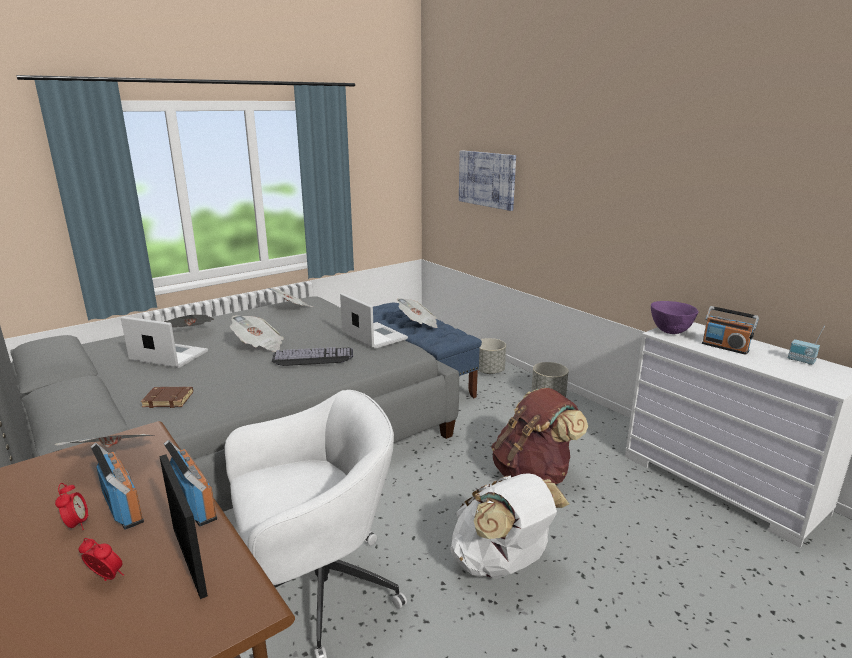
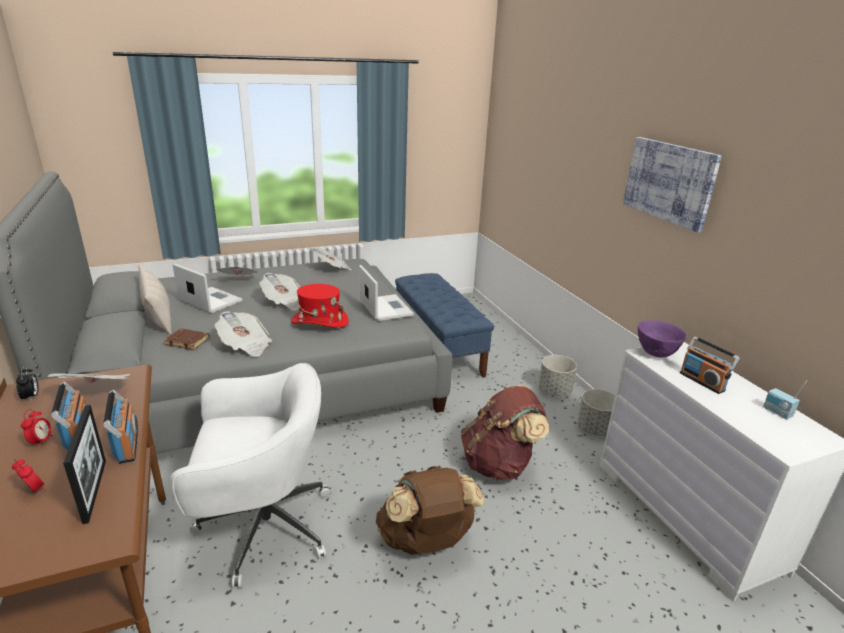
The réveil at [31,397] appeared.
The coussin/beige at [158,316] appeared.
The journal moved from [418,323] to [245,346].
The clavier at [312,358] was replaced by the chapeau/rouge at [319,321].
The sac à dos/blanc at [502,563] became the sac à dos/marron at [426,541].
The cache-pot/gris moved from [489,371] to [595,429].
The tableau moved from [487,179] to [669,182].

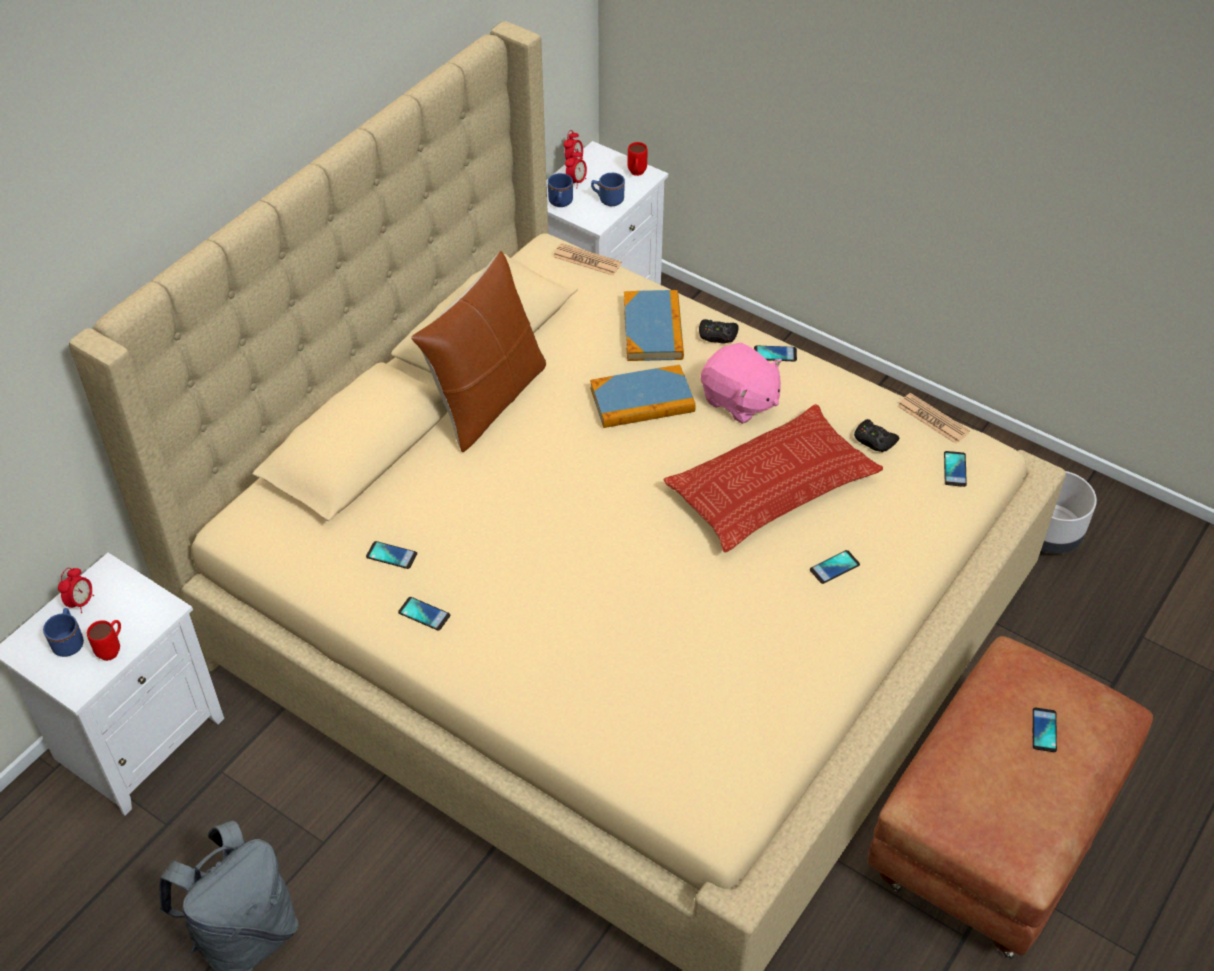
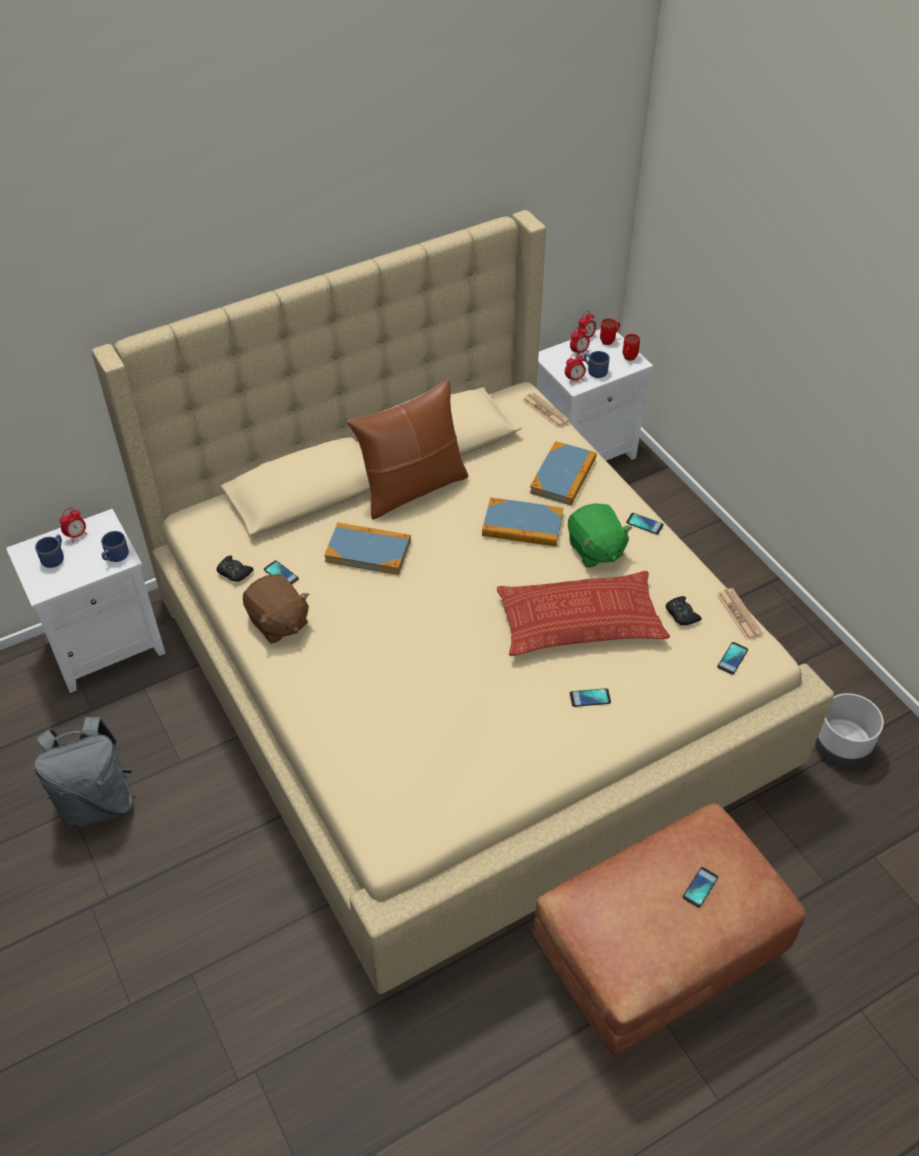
The mug/bleu moved from [560,203] to [115,557].
The manette/noir moved from [717,335] to [234,572].
The téléphone at [424,614] was replaced by the peluche/marron at [278,622].
The livre at [368,551] appeared.
The réveil at [574,379] appeared.
The peluche/rose at [739,401] became the peluche/vert at [595,550].
The mug/rouge moved from [113,649] to [609,340].

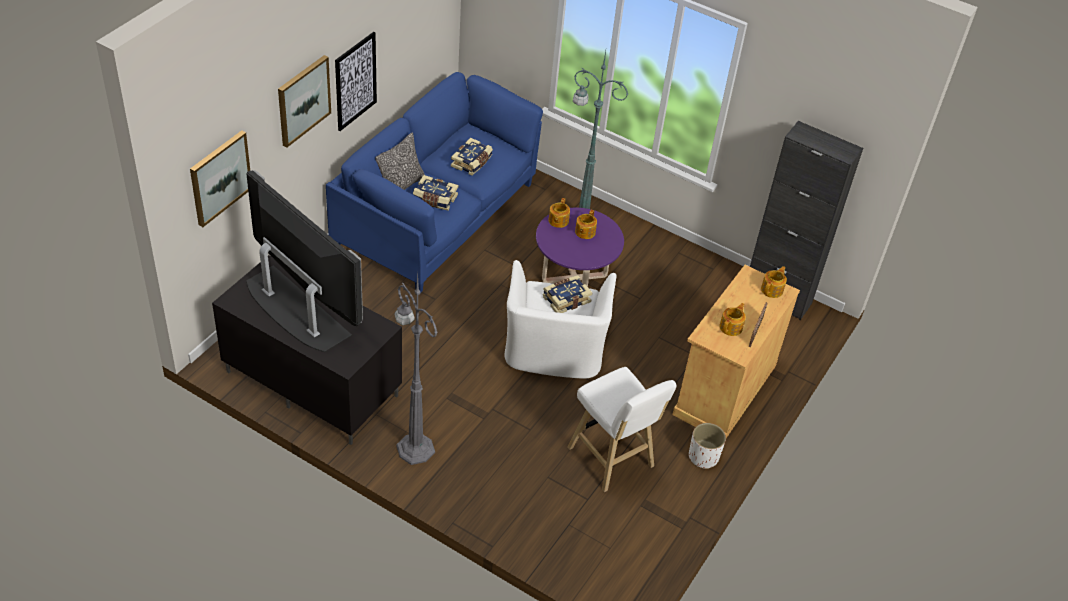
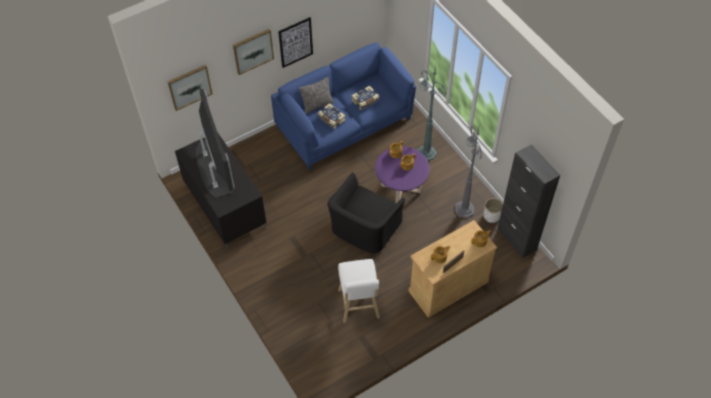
The fauteuil/blanc at [554,349] became the fauteuil/noir at [364,228].
The lampadaire/gris moved from [414,447] to [464,208].
The cache-pot/blanc moved from [703,456] to [491,216].
The livre at [566,299] disappeared.

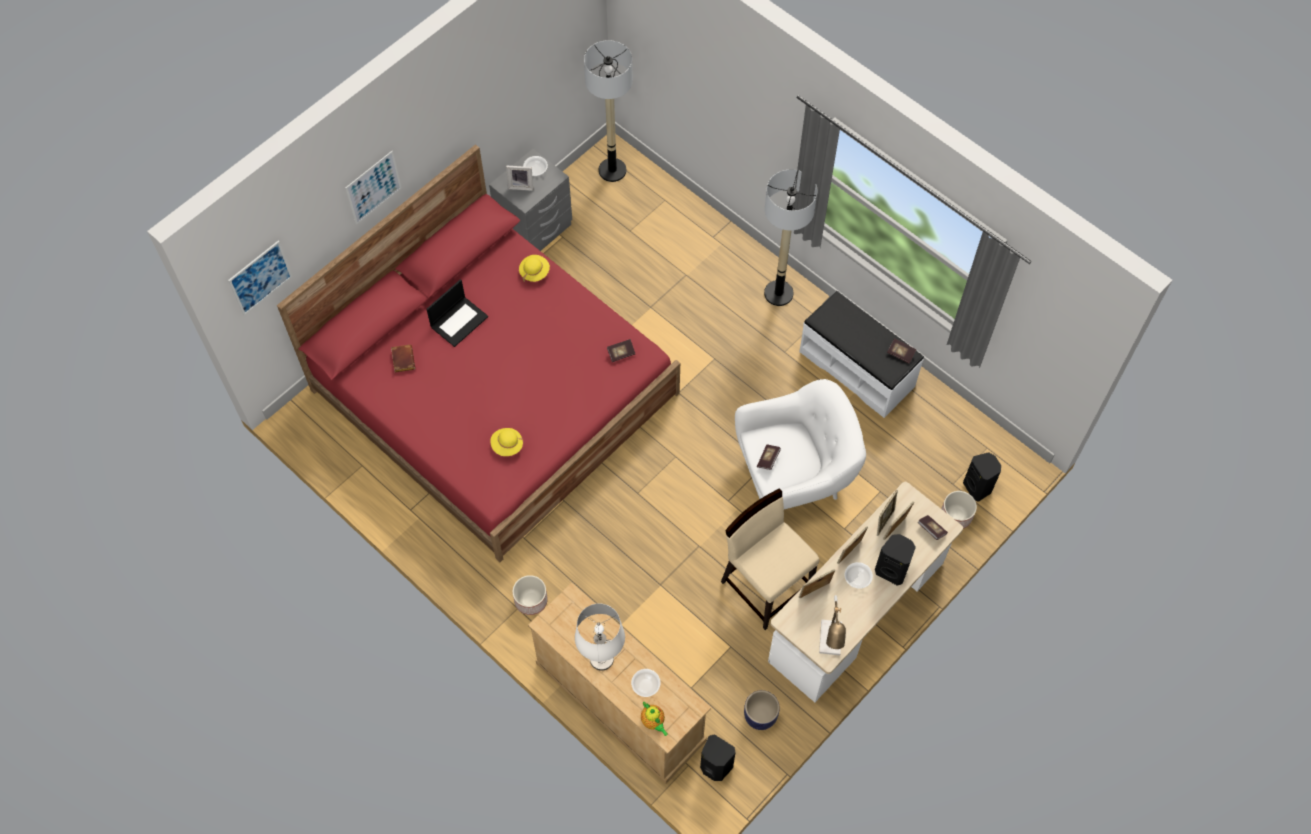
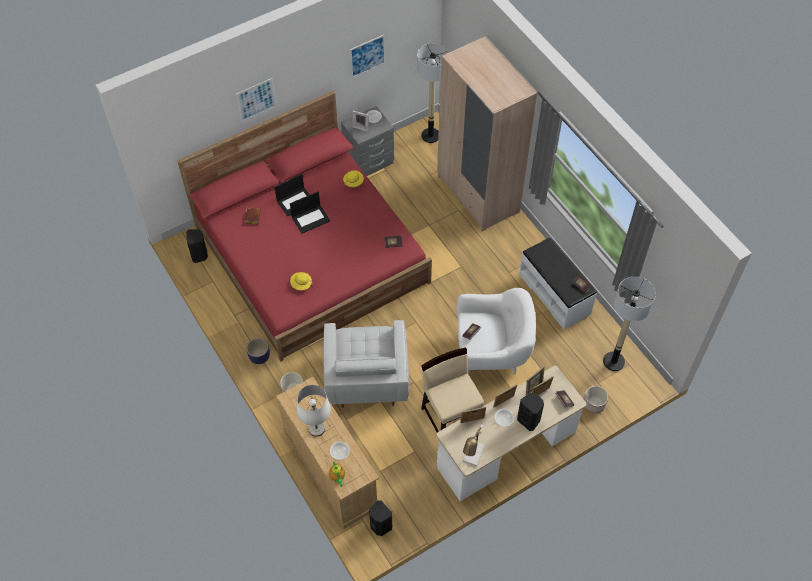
The enceinte/noir moved from [978,487] to [199,255].
The cache-pot moved from [760,716] to [259,357].
The ordinateur portable at [311,218] appeared.
The fauteuil/blanc at [366,376] appeared.
The tableau moved from [260,277] to [367,56].
The armoire/beige at [478,194] appeared.
The lampadaire moved from [778,293] to [614,361].

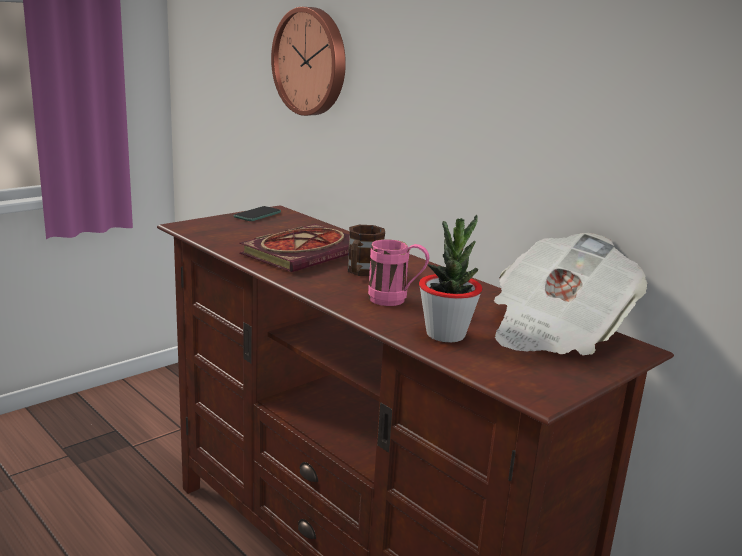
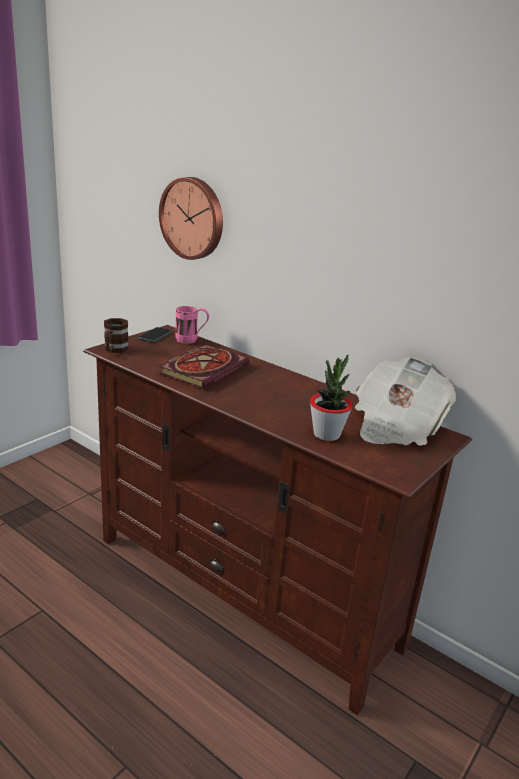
The mug/marron moved from [362,272] to [114,350].
The mug/rose moved from [396,301] to [191,340].

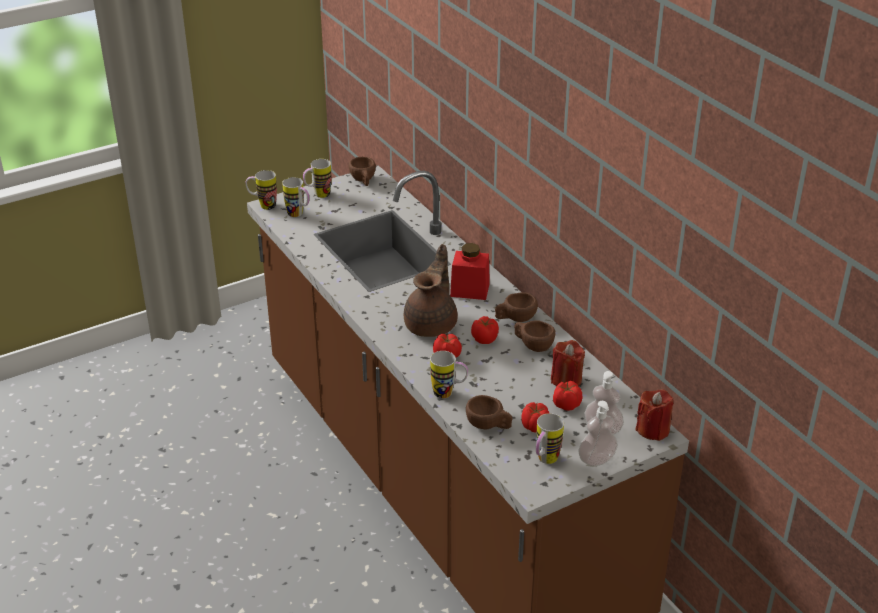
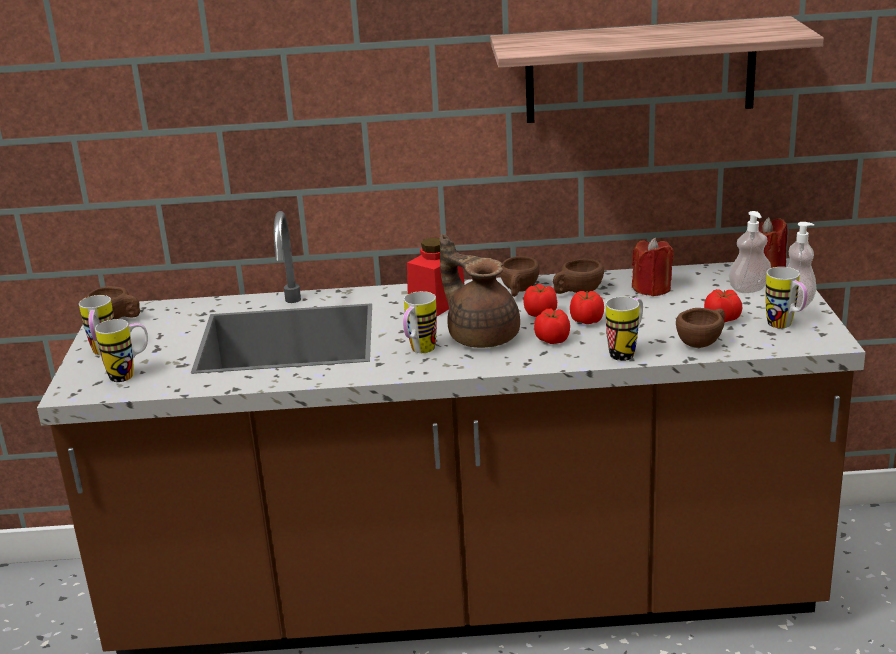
The mug moved from [263,206] to [419,351].
The étagère at [640,70] appeared.
The tomate moved from [566,405] to [586,321].

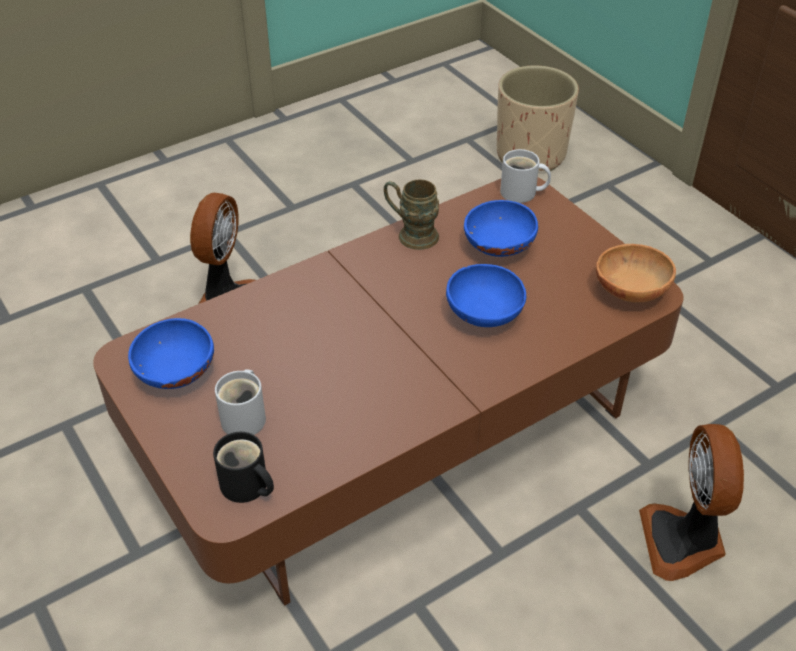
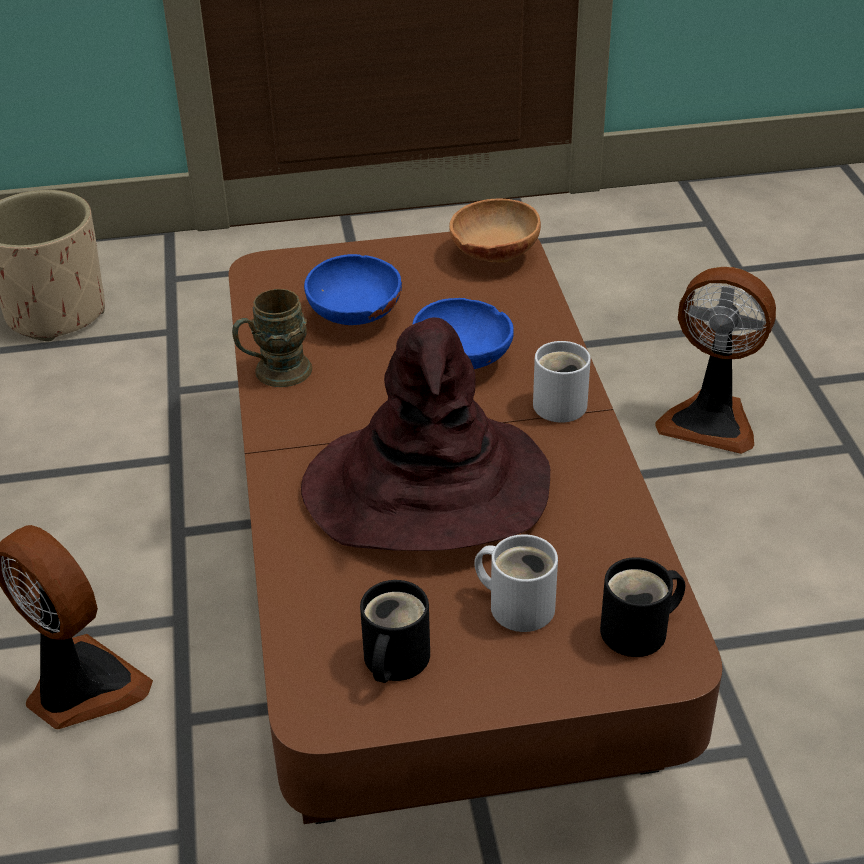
The chapeau/marron at [427,489] appeared.
The bol/bleu at [174,374] was replaced by the mug/noir at [392,660].
The mug/blanc moved from [521,193] to [564,403].

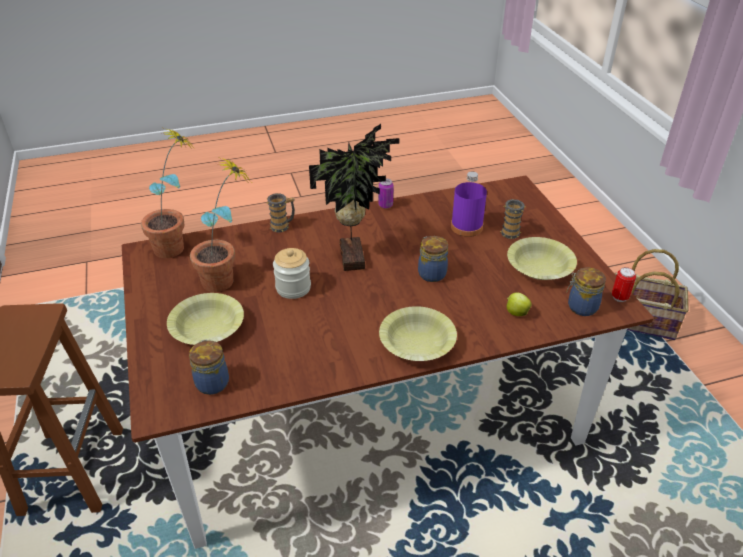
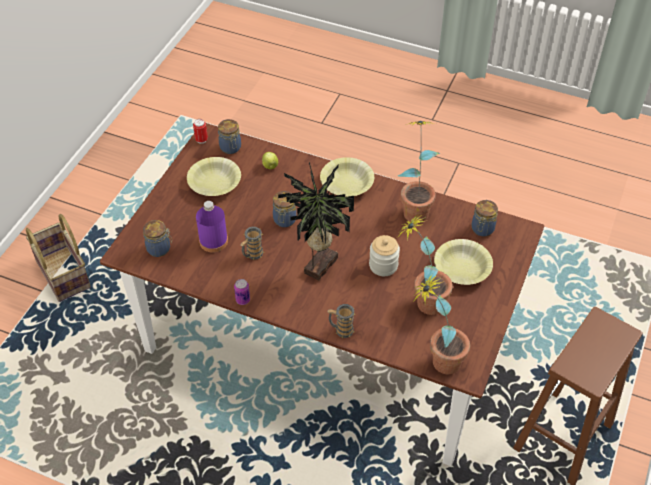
The bocal at [160,249] appeared.
The mug moved from [510,231] to [252,255].
The plante en pot at [415,207] appeared.

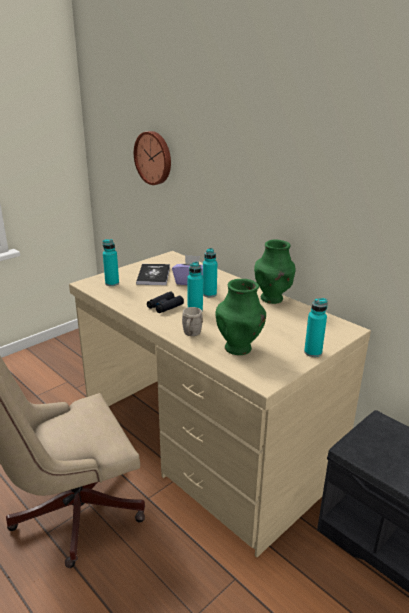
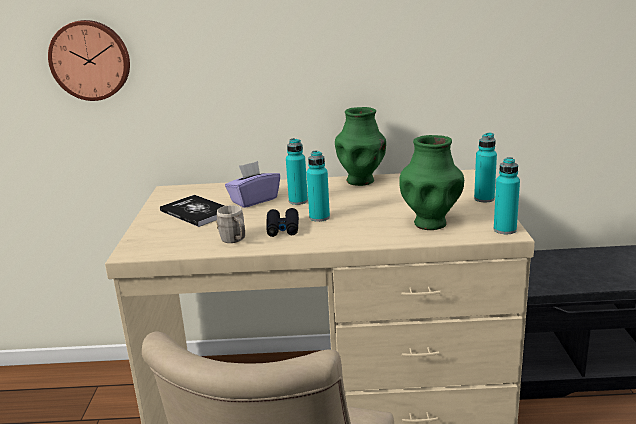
The mug/gris moved from [191,334] to [235,240].
The bouteille/turquoise moved from [112,283] to [505,230].

